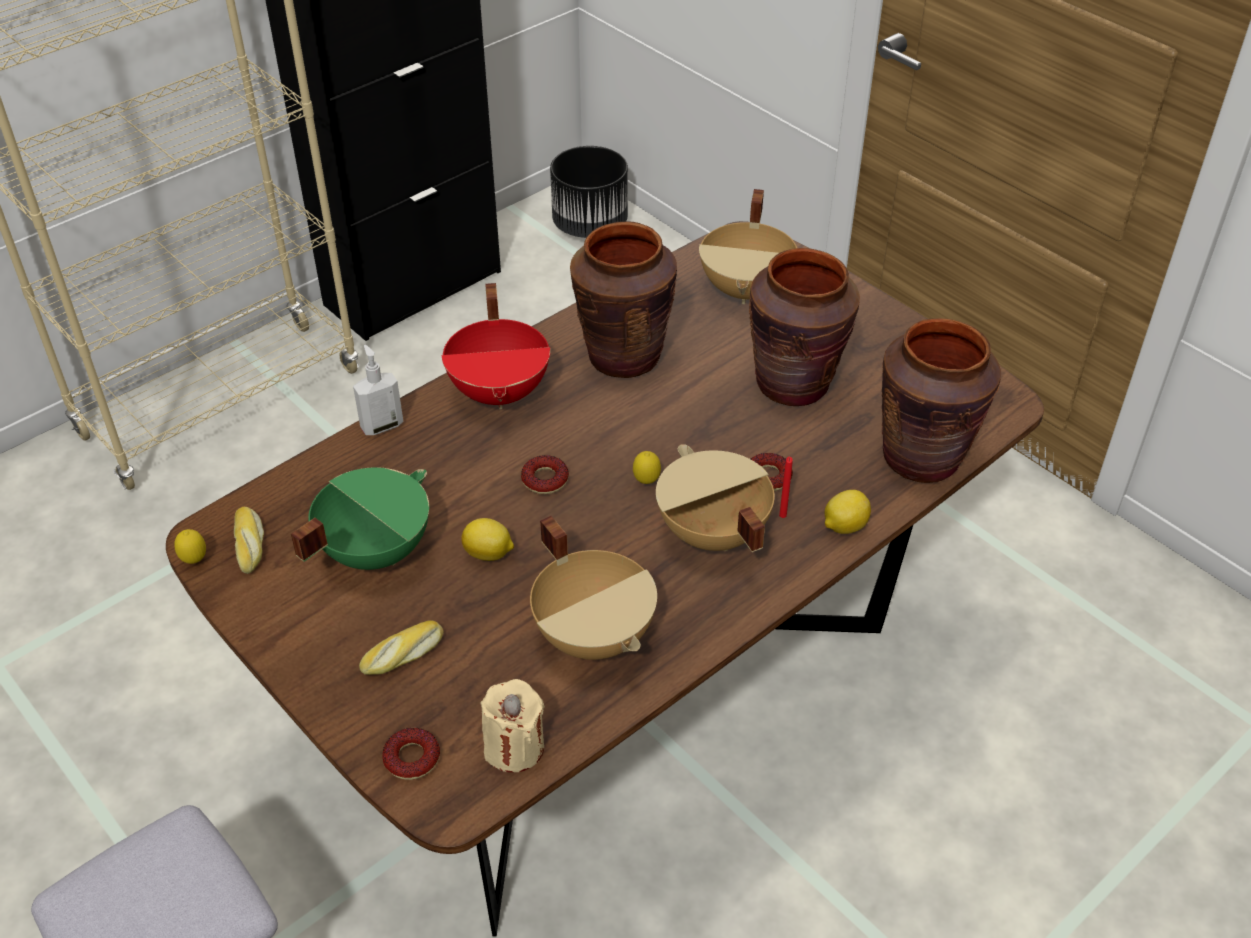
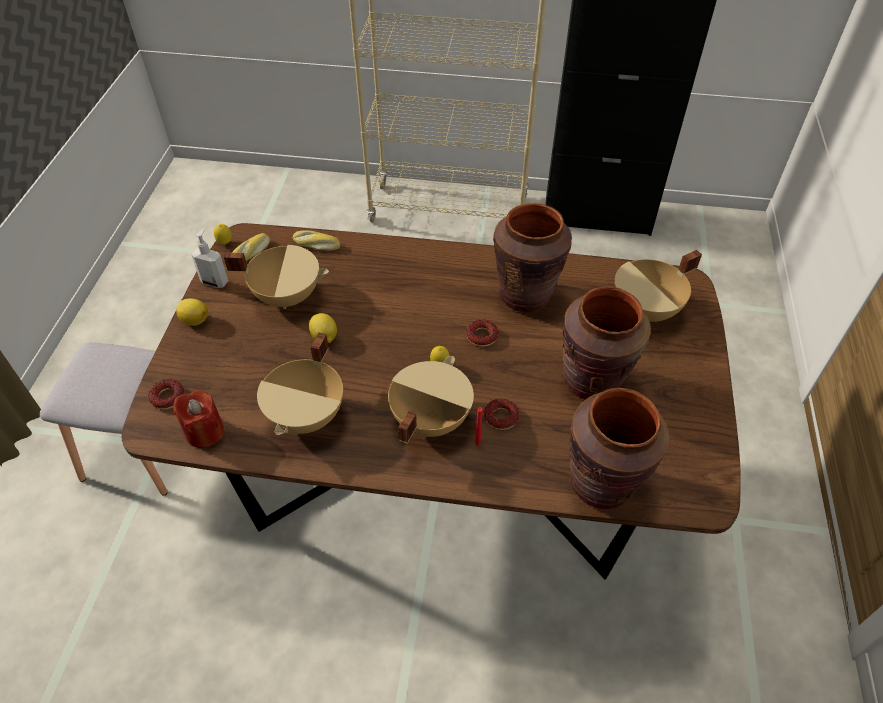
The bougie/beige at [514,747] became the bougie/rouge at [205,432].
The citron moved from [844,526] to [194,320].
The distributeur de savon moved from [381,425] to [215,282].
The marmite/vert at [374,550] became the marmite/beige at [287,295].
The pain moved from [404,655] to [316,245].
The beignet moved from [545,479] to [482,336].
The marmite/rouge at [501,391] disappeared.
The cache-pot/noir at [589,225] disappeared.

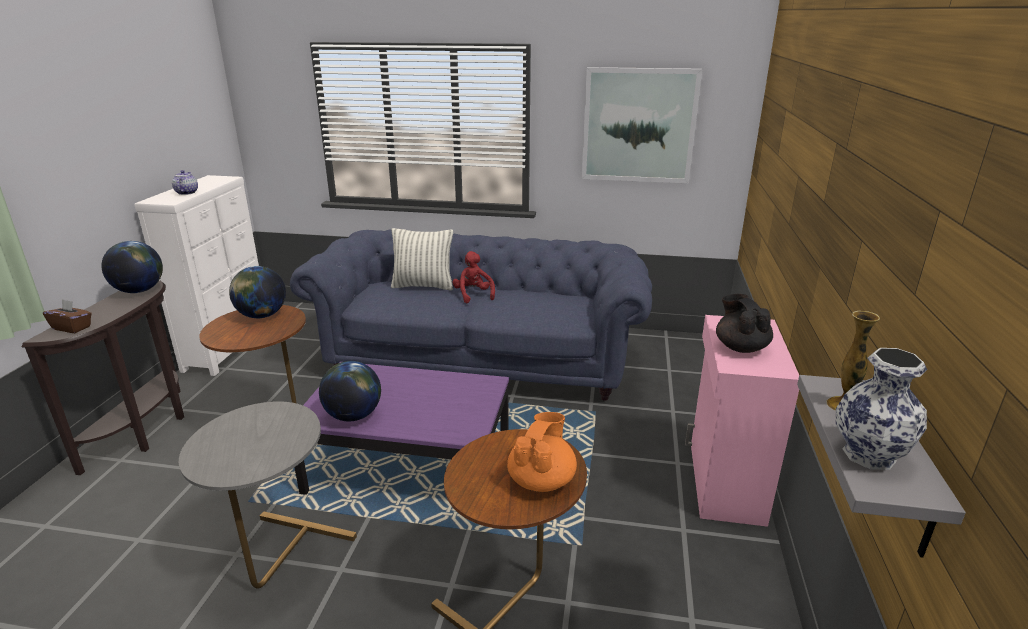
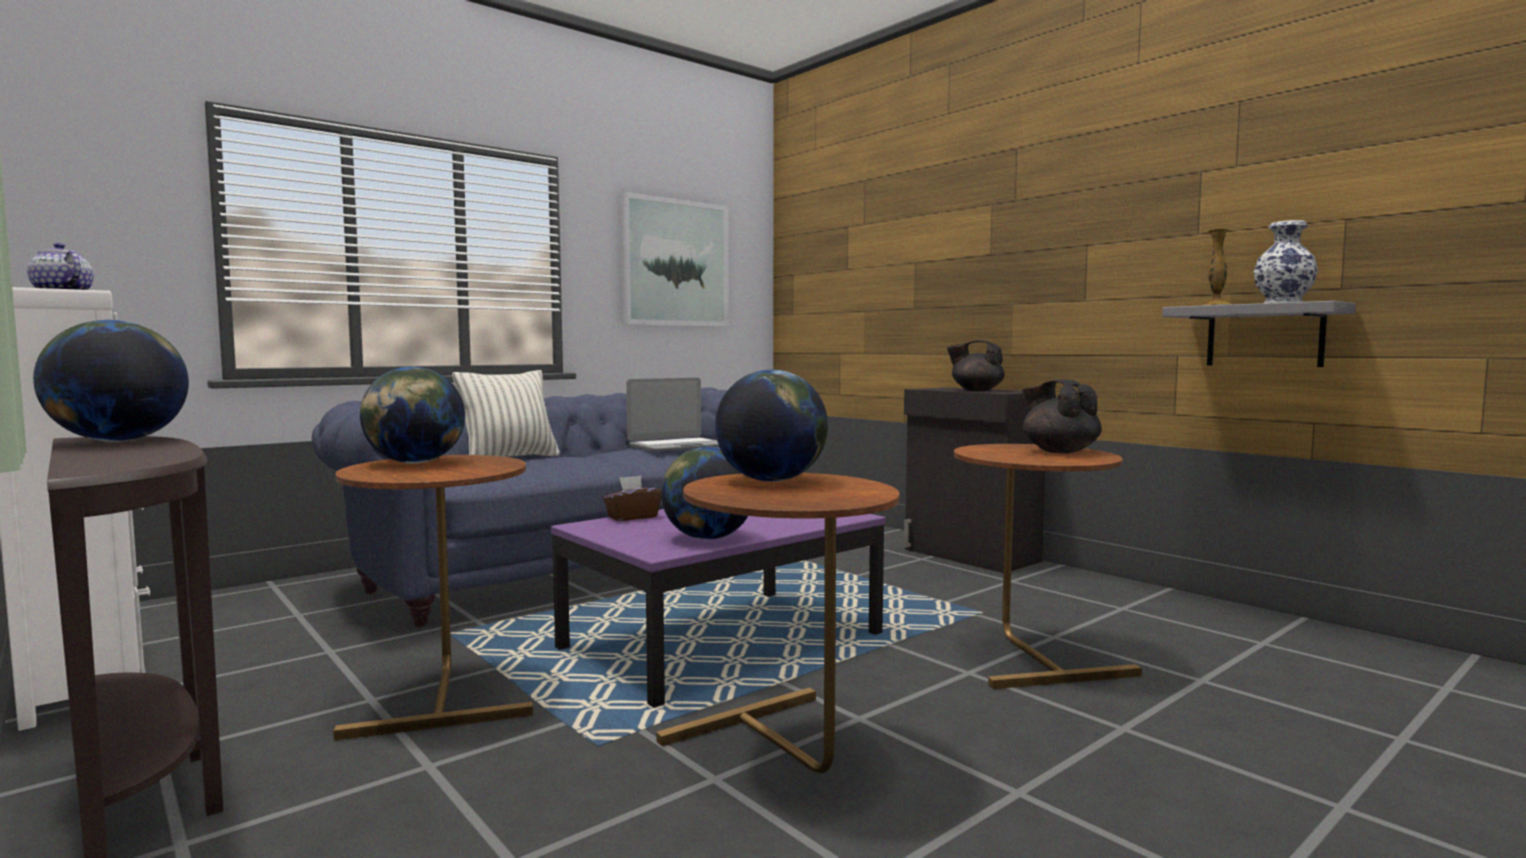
The boîte à mouchoirs/marron moved from [72,327] to [632,517].
The ordinateur portable at [678,446] appeared.
The table d'appoint/gris at [280,562] became the table d'appoint/marron at [785,751].
The globe at [771,480] appeared.
The meuble de rangement/rose at [723,482] became the meuble de rangement/noir at [970,556].
The théière/orange at [541,480] became the théière/noir at [1059,451].
The peluche/rouge at [473,295] disappeared.

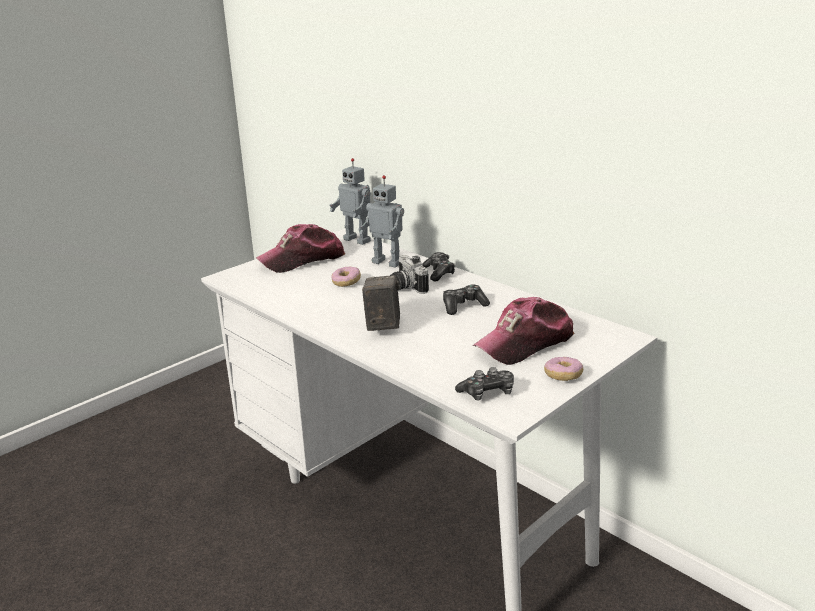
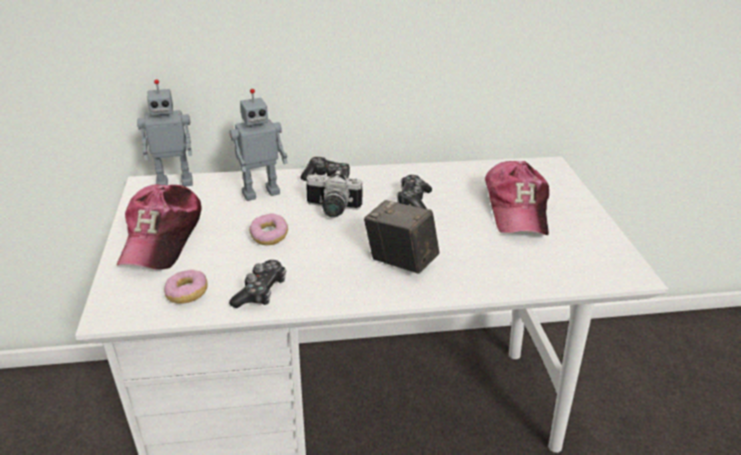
The beignet moved from [563,376] to [187,294].
The manette moved from [487,393] to [261,291].

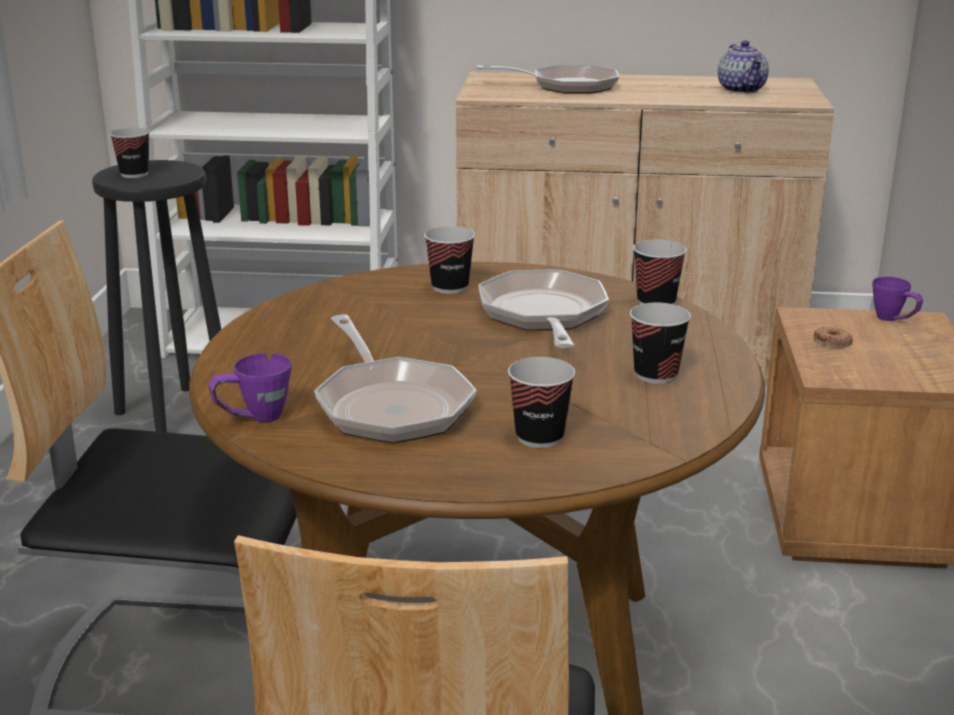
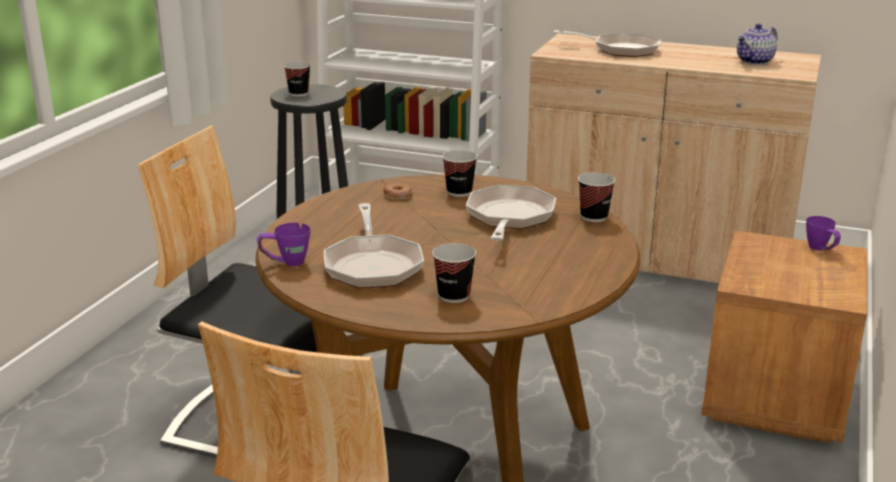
The beignet moved from [832,342] to [397,195].
The théière at [742,90] turned 45 degrees clockwise.
The tasse at [656,375] disappeared.

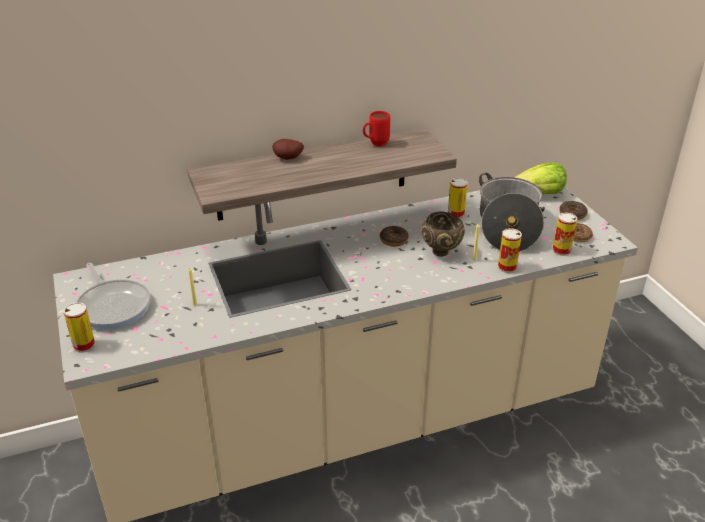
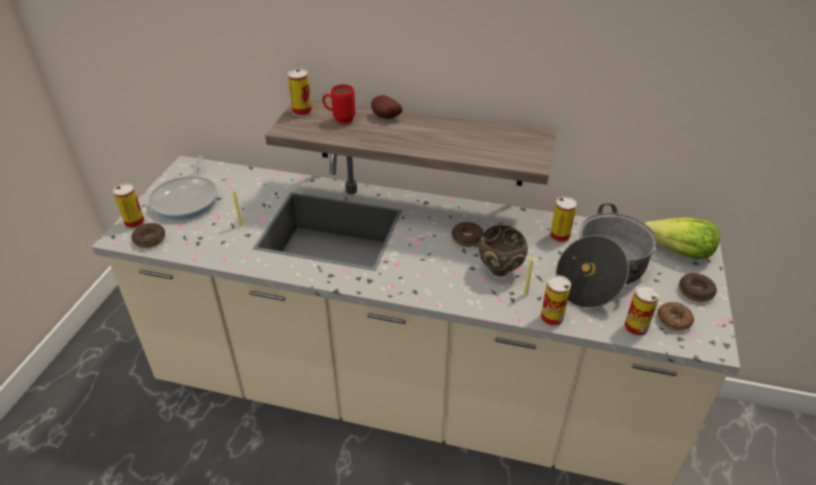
The beignet at [150,239] appeared.
The boîte métallique at [302,111] appeared.
The mug/rouge moved from [375,144] to [339,119].

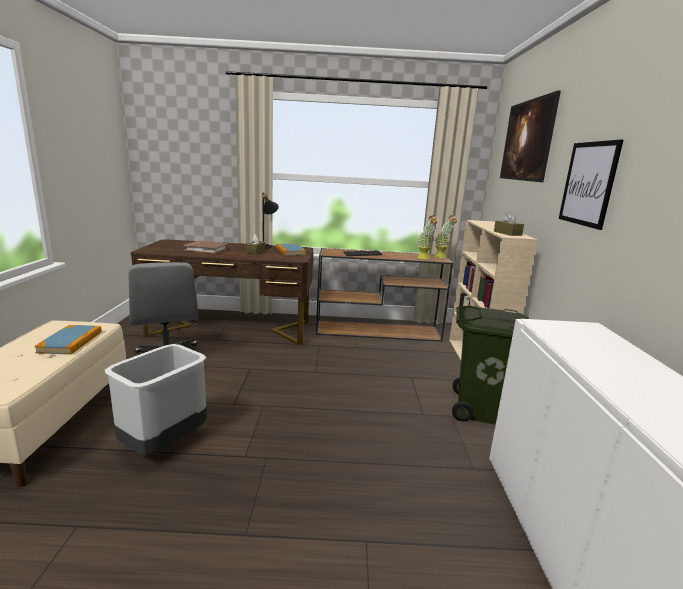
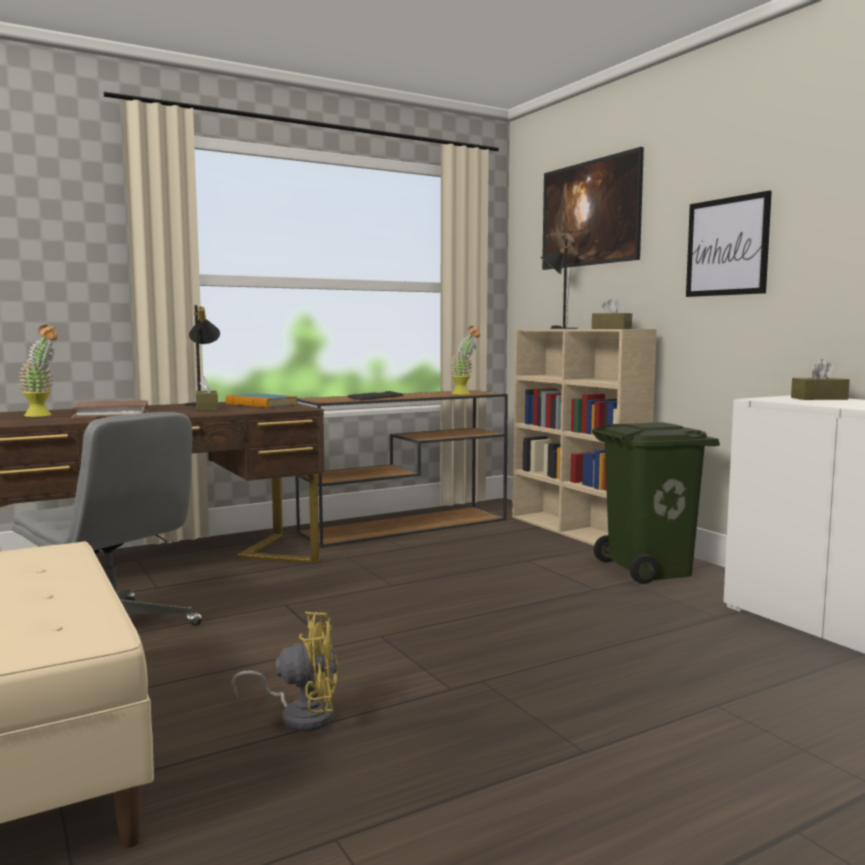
The plante en pot moved from [442,257] to [43,415].
The poubelle/gris at [164,442] was replaced by the ventilateur/jaune at [301,715].
The lampe de table/noir at [558,328] appeared.
The boîte à mouchoirs/marron at [819,398] appeared.
The livre at [70,342] disappeared.

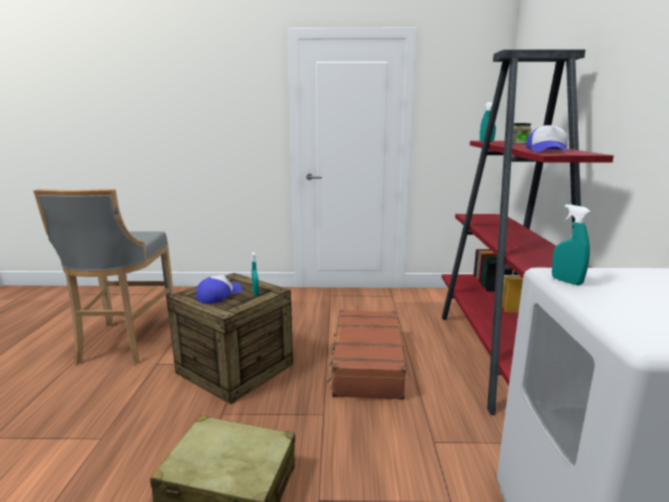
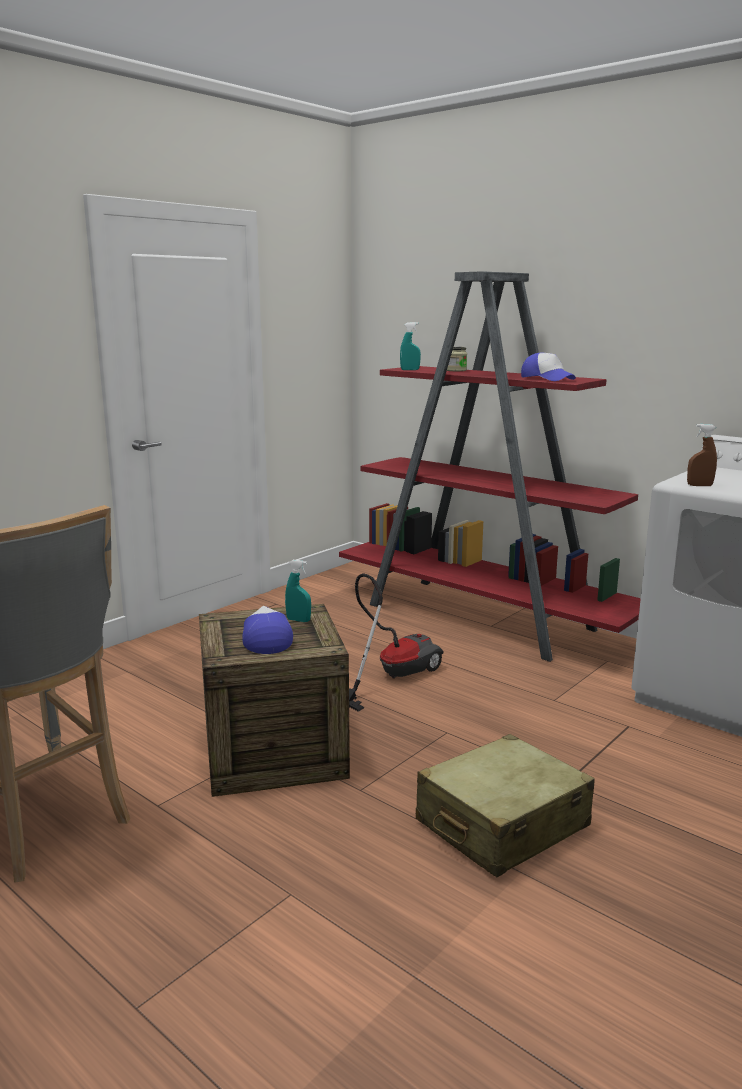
The valise/marron at [366,363] was replaced by the aspirateur at [392,675].
The vaporisateur/turquoise at [566,281] became the vaporisateur/marron at [699,485].

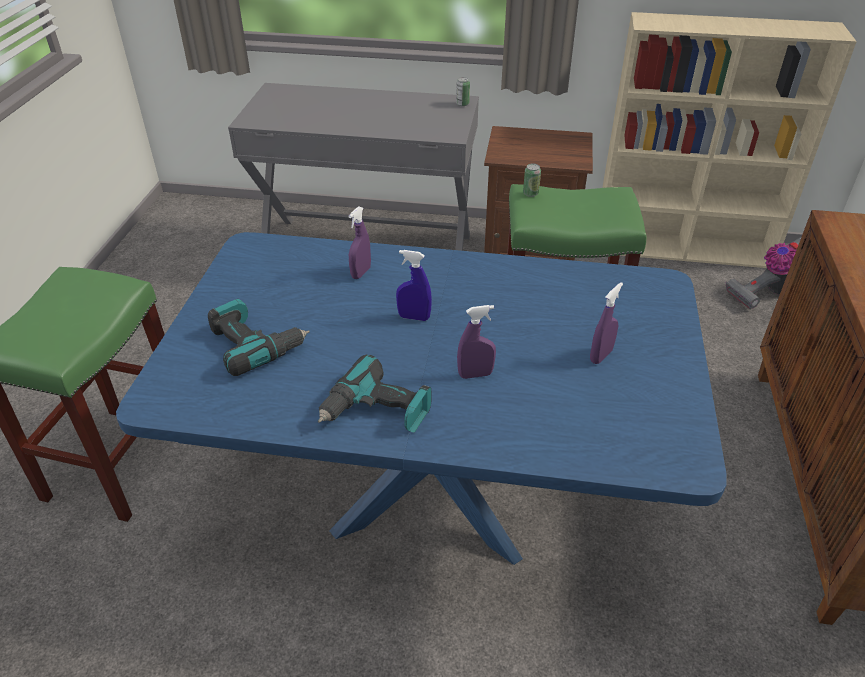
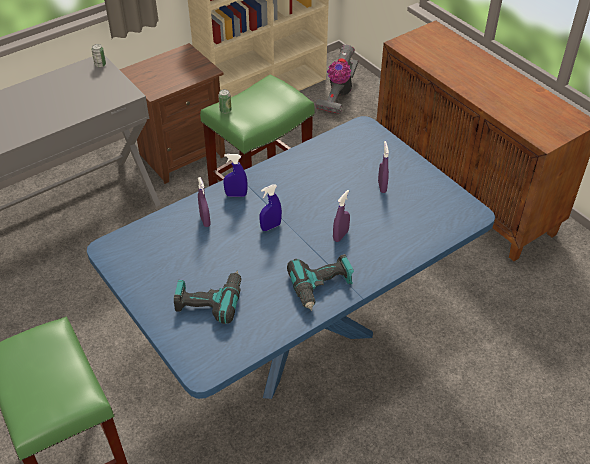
The vaporisateur/bleu at [236,195] appeared.

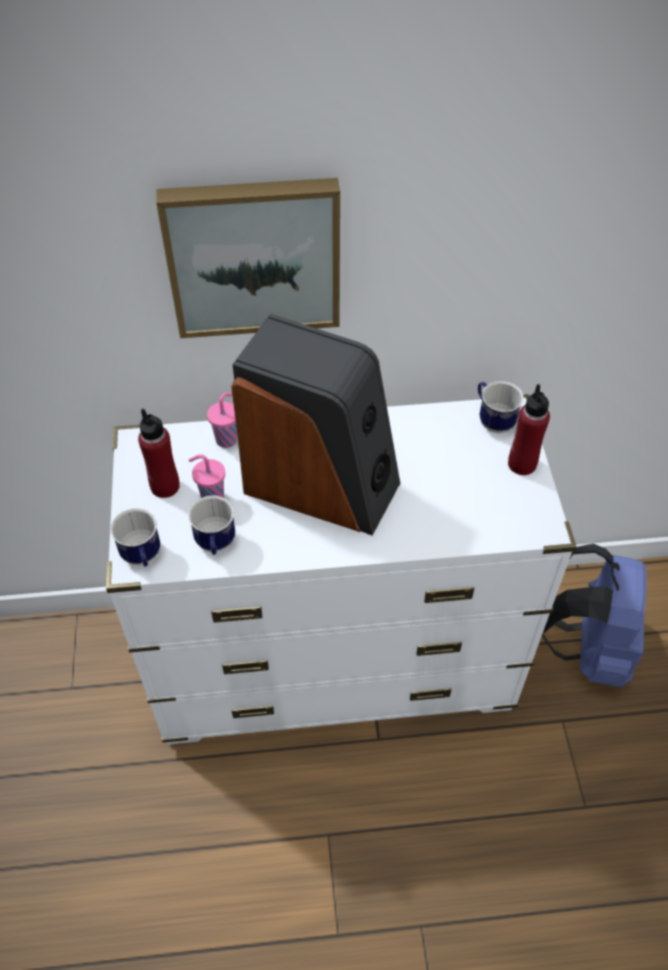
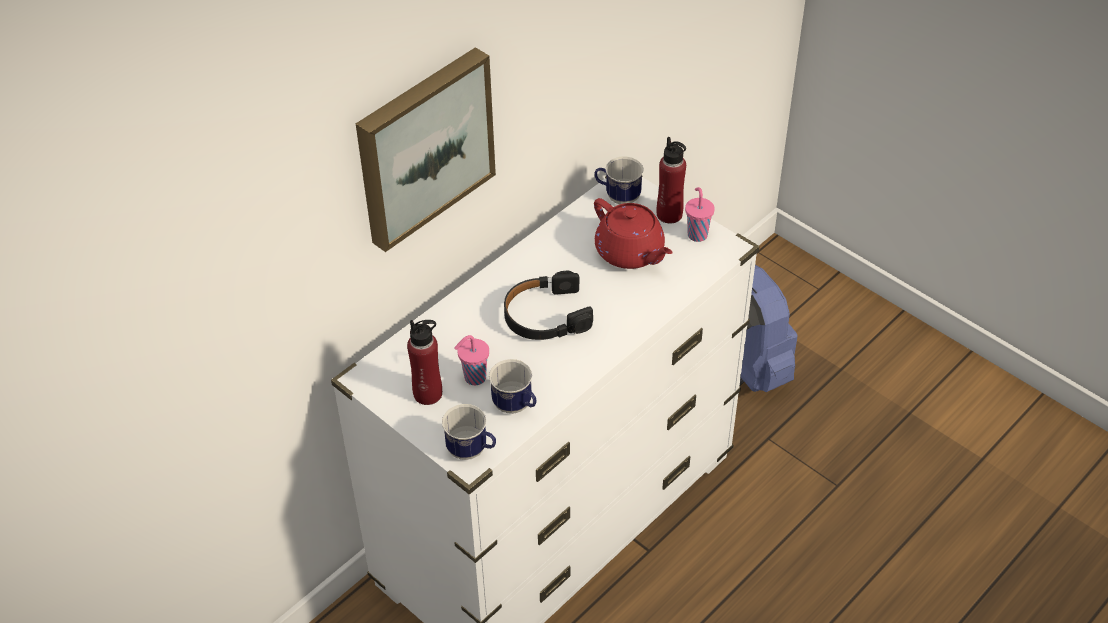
The enceinte at [322,484] was replaced by the casque audio/noir at [546,316].
The théière/rouge at [630,253] appeared.
The tasse/rose moved from [227,439] to [697,234].

